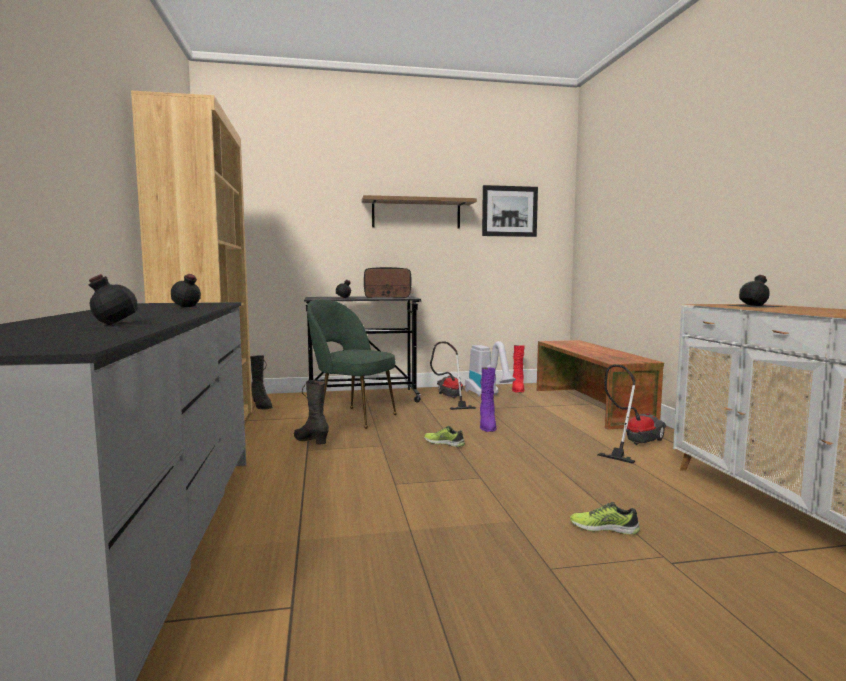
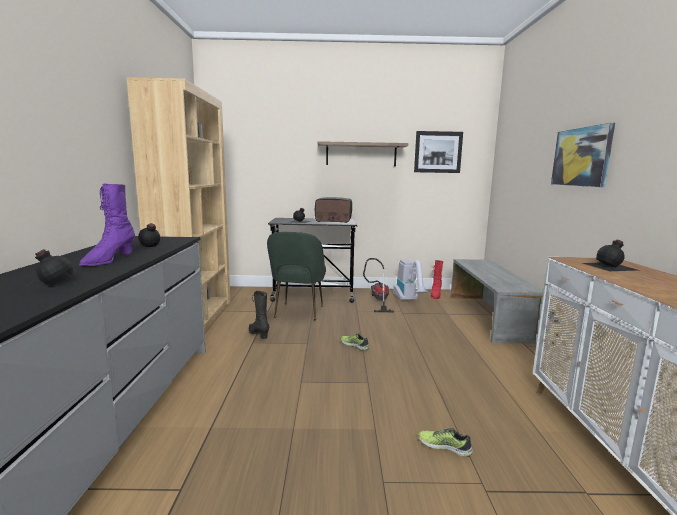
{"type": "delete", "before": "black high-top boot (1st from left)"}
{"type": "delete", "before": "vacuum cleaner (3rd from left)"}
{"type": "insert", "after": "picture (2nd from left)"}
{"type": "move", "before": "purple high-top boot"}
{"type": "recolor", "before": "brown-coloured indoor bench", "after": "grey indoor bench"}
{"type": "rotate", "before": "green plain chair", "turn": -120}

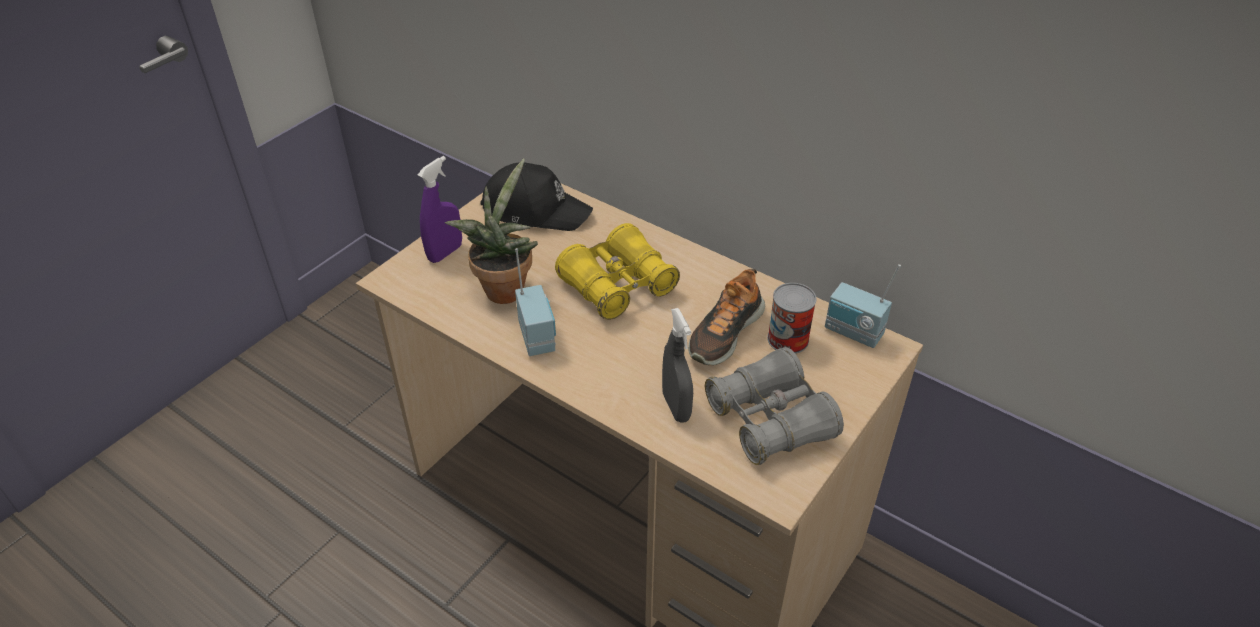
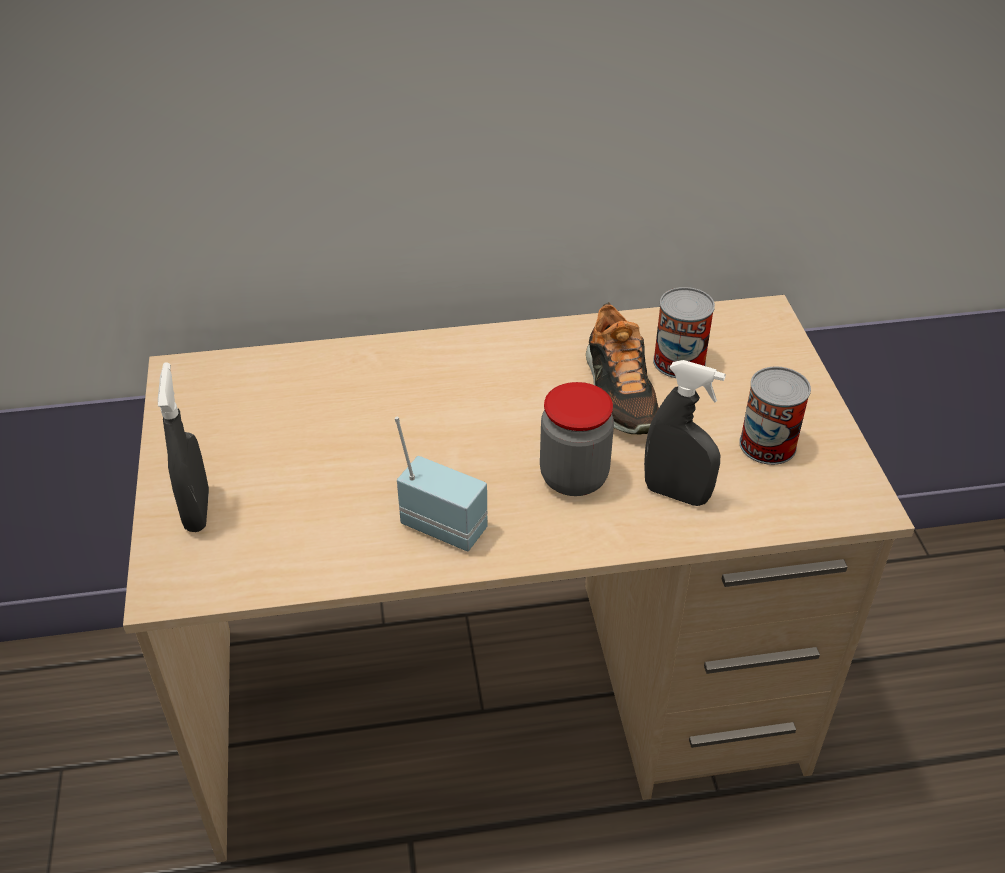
{"type": "delete", "before": "plant in a pot"}
{"type": "delete", "before": "black peaked cap"}
{"type": "delete", "before": "yellow field glasses"}
{"type": "delete", "before": "radio receiver (2nd from left)"}
{"type": "insert", "after": "storage jar"}
{"type": "replace", "before": "grey field glasses", "after": "metal can (2nd from left)"}
{"type": "recolor", "before": "purple spray bottle", "after": "grey spray bottle (1st from left)"}

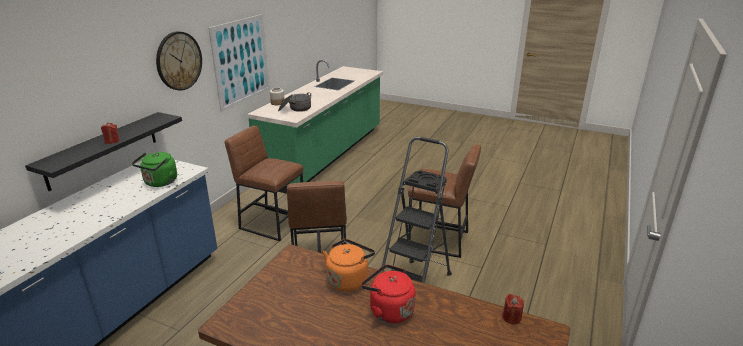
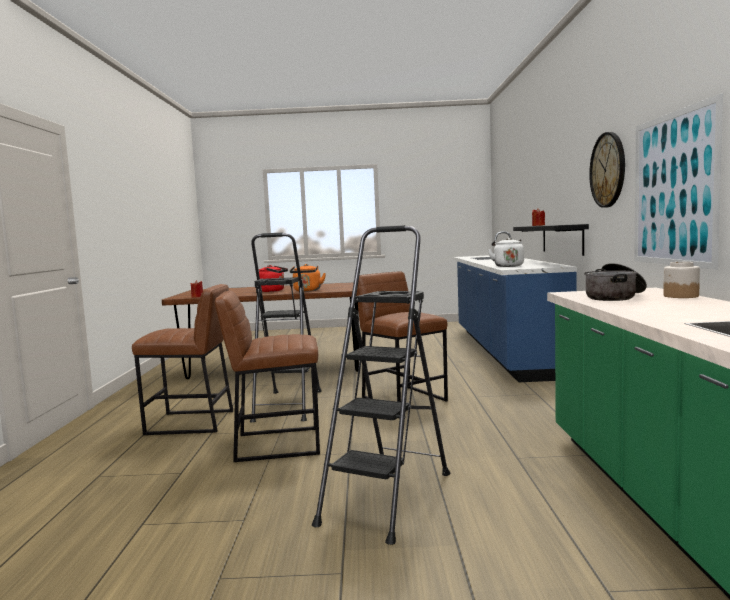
{"type": "insert", "after": "step ladder (2nd from left)"}
{"type": "move", "before": "brown-coloured plain chair (1st from left)"}
{"type": "recolor", "before": "green kettle", "after": "white-coloured kettle"}

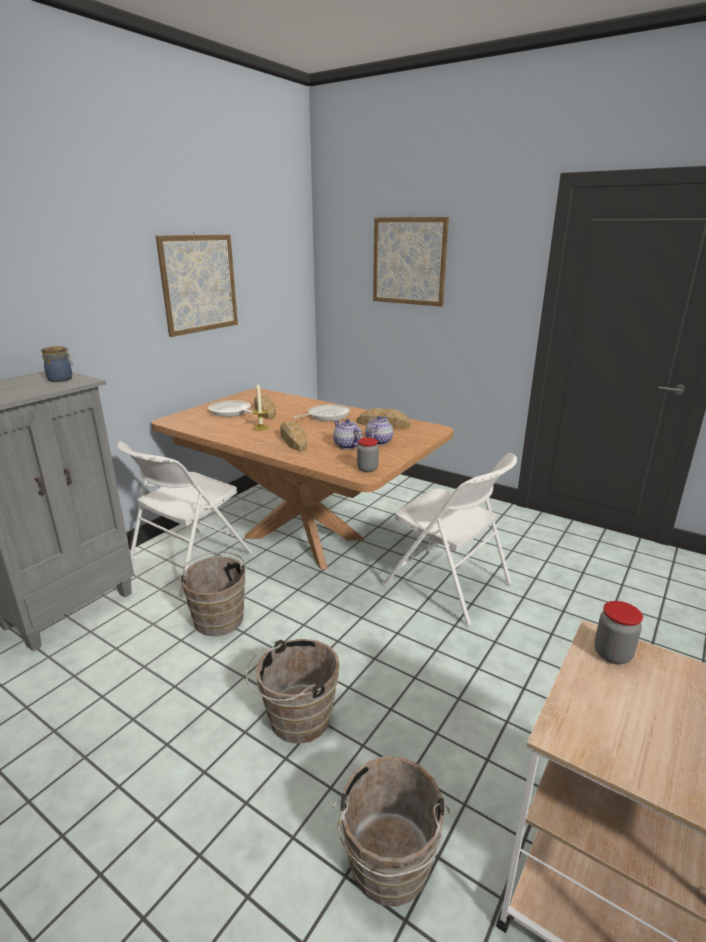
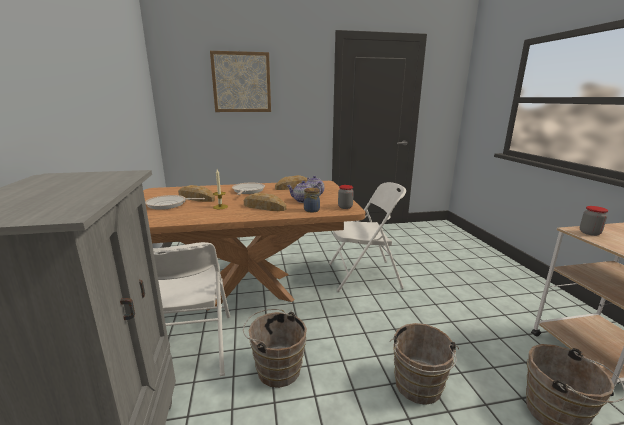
{"type": "delete", "before": "picture (1st from left)"}
{"type": "move", "before": "storage jar (1st from left)"}

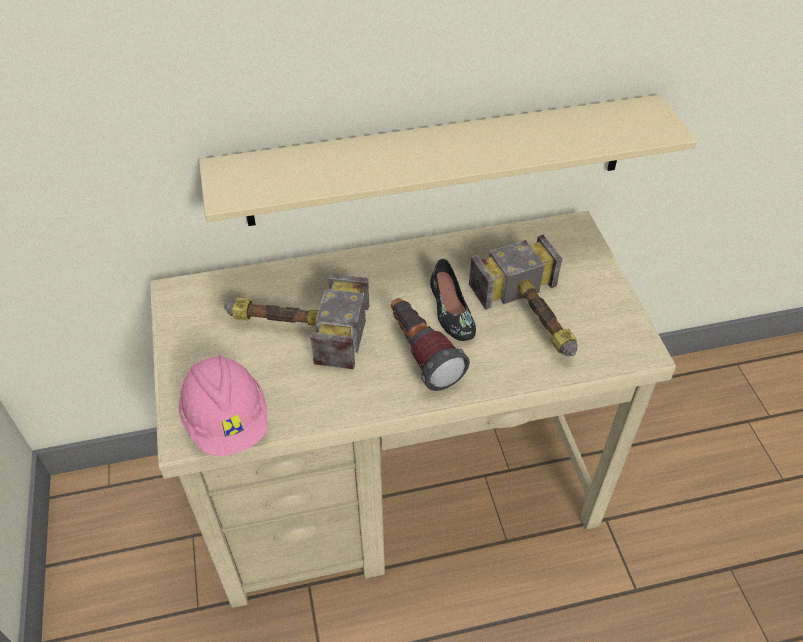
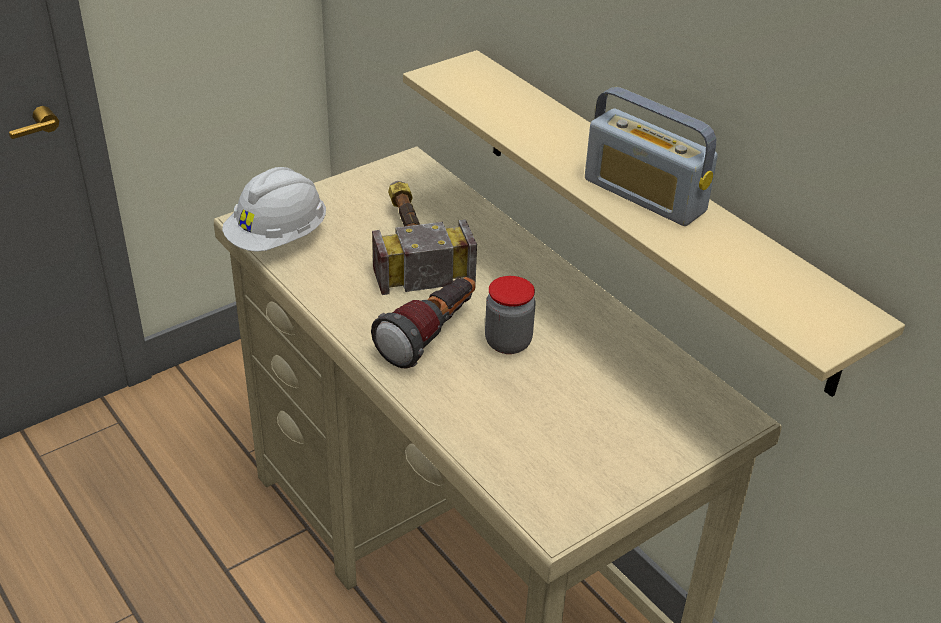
{"type": "delete", "before": "hand hammer (2nd from left)"}
{"type": "insert", "after": "radio receiver"}
{"type": "replace", "before": "black item of footwear", "after": "storage jar"}
{"type": "recolor", "before": "pink hard hat", "after": "white-coloured hard hat"}

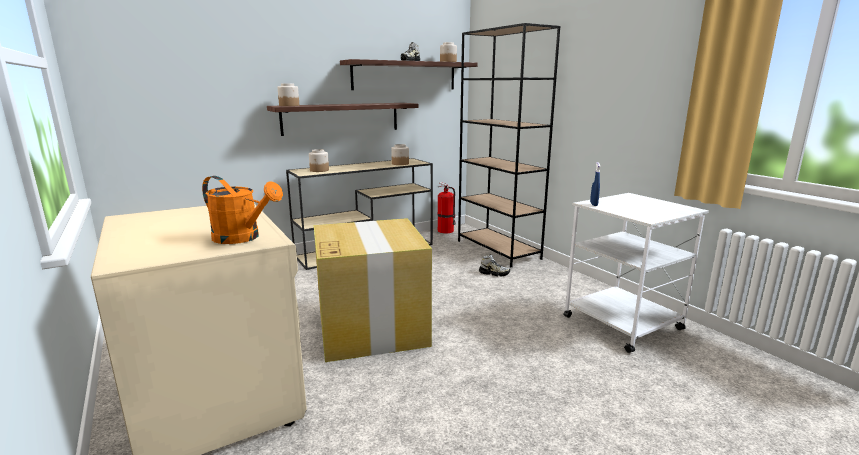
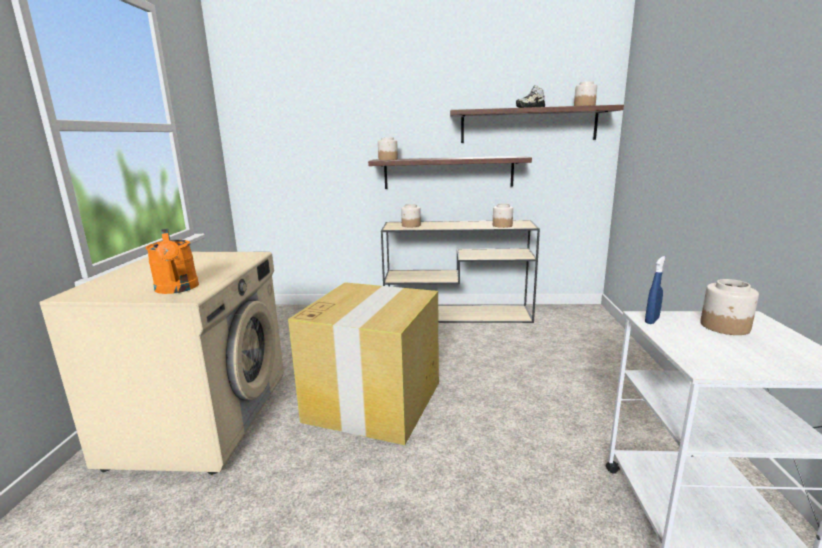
{"type": "delete", "before": "fire-fighting cylinder"}
{"type": "delete", "before": "sand-coloured bookcase"}
{"type": "delete", "before": "item of footwear (2nd from left)"}
{"type": "insert", "after": "storage jar (5th from left)"}

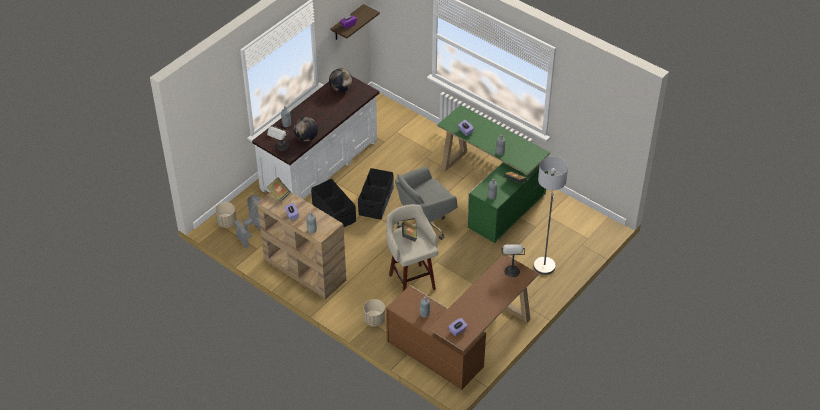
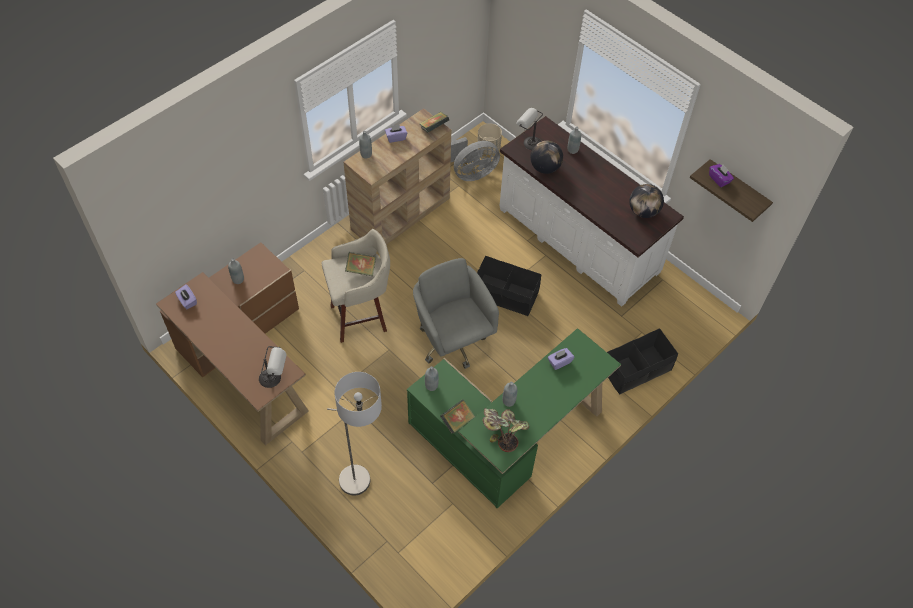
{"type": "delete", "before": "sand-coloured flower pot (2nd from left)"}
{"type": "insert", "after": "plant in a pot"}
{"type": "move", "before": "black storage bin (1st from left in the first image)", "after": "black storage bin (2nd from left)"}

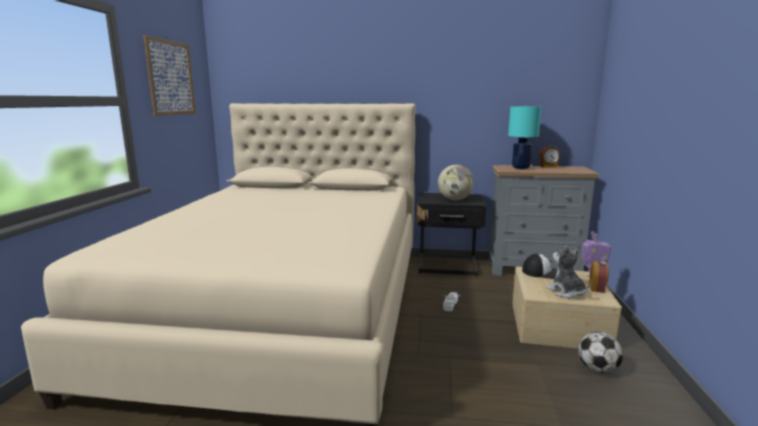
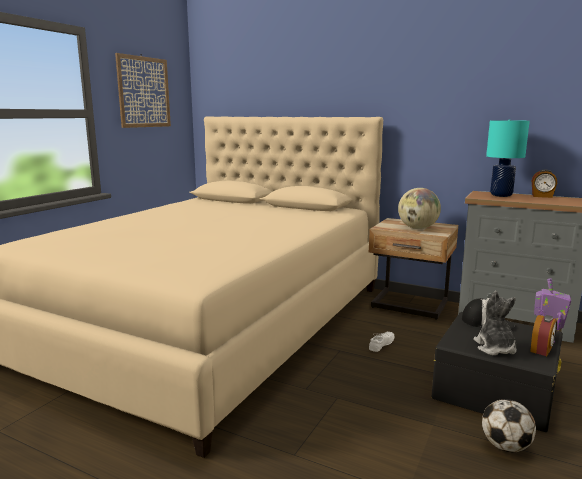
{"type": "recolor", "before": "black bedside table", "after": "sand-coloured bedside table"}
{"type": "recolor", "before": "sand-coloured storage bin", "after": "black storage bin"}

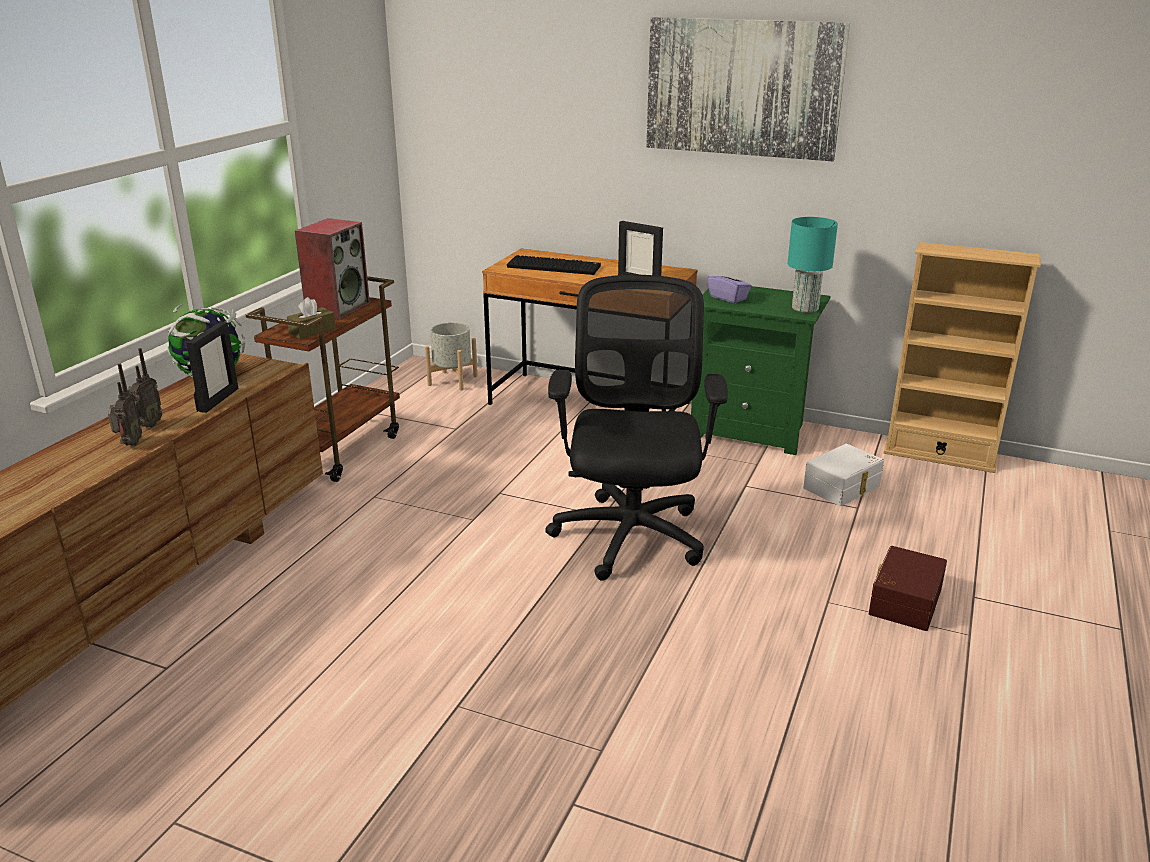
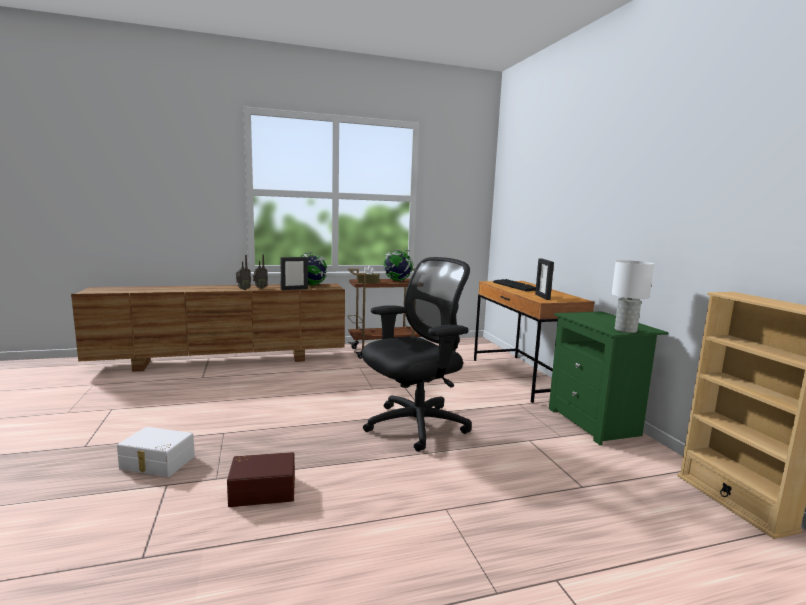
{"type": "delete", "before": "grey flower pot"}
{"type": "delete", "before": "picture"}
{"type": "delete", "before": "purple tissue holder"}
{"type": "move", "before": "white-coloured storage bin"}
{"type": "move", "before": "brown-coloured storage bin"}
{"type": "replace", "before": "loudspeaker", "after": "world globe (2nd from left)"}
{"type": "recolor", "before": "turquoise-coloured tabletop lamp", "after": "white-coloured tabletop lamp"}

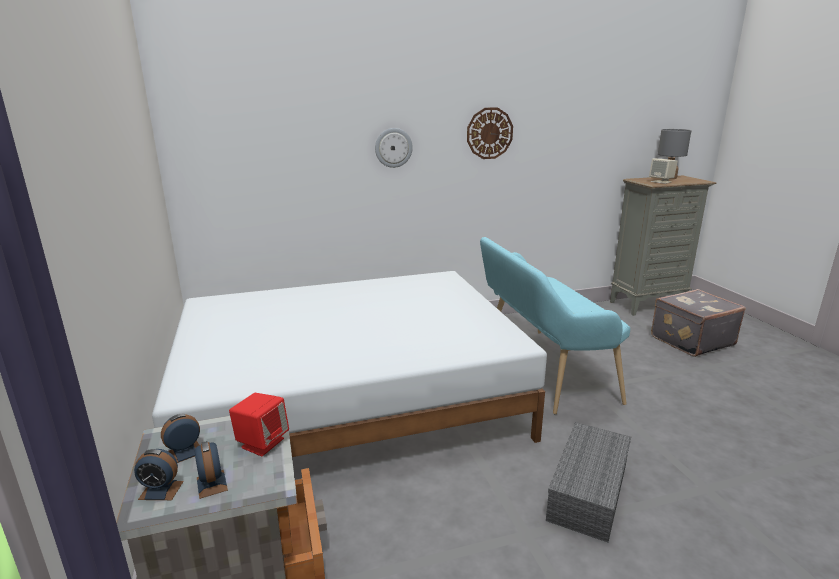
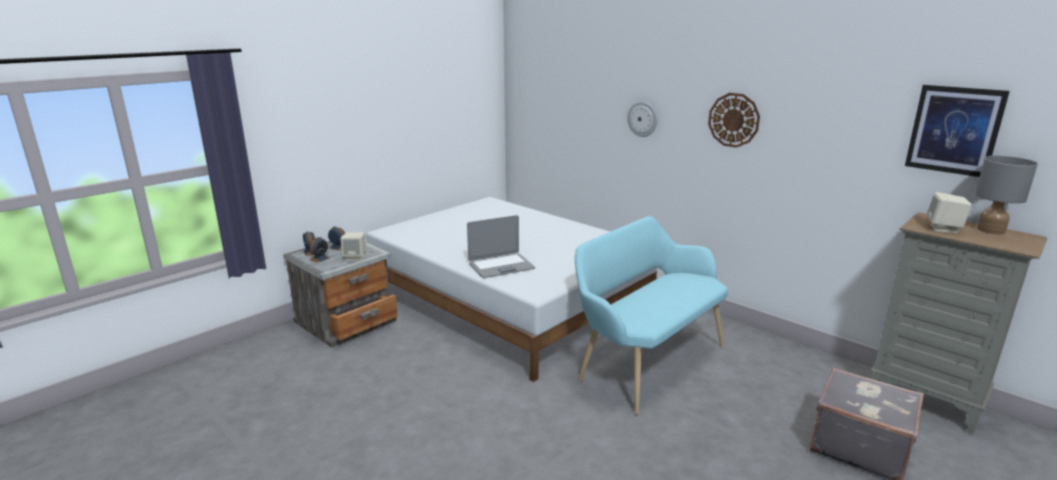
{"type": "delete", "before": "grey storage bin"}
{"type": "insert", "after": "portable computer"}
{"type": "insert", "after": "picture"}
{"type": "recolor", "before": "red loudspeaker", "after": "sand-coloured loudspeaker (1st from left)"}

